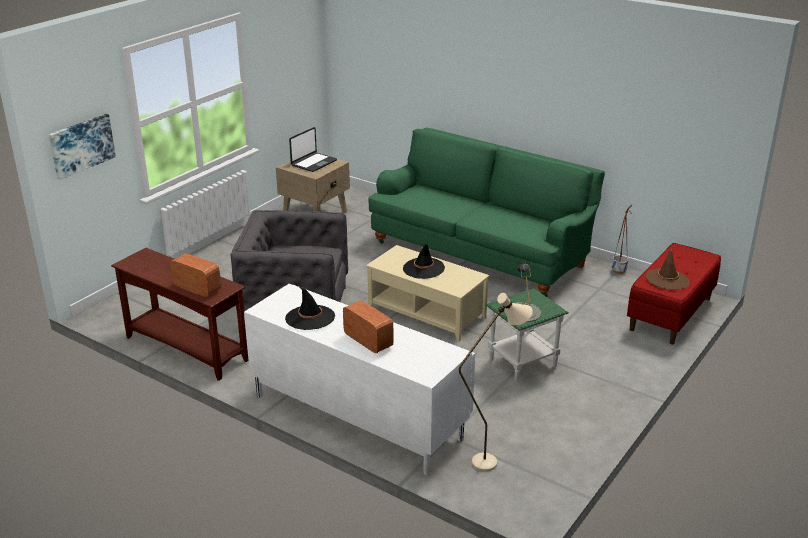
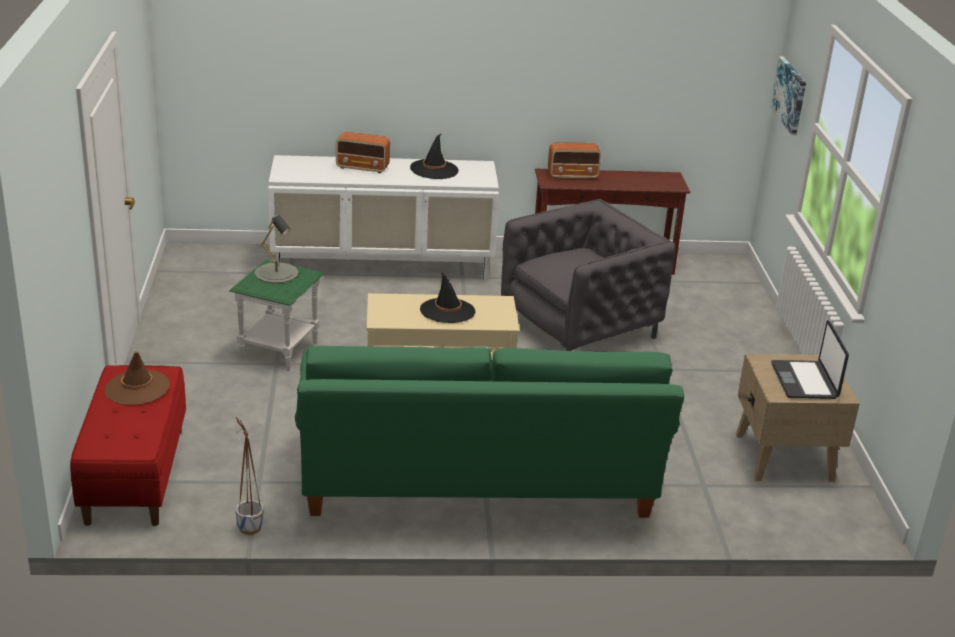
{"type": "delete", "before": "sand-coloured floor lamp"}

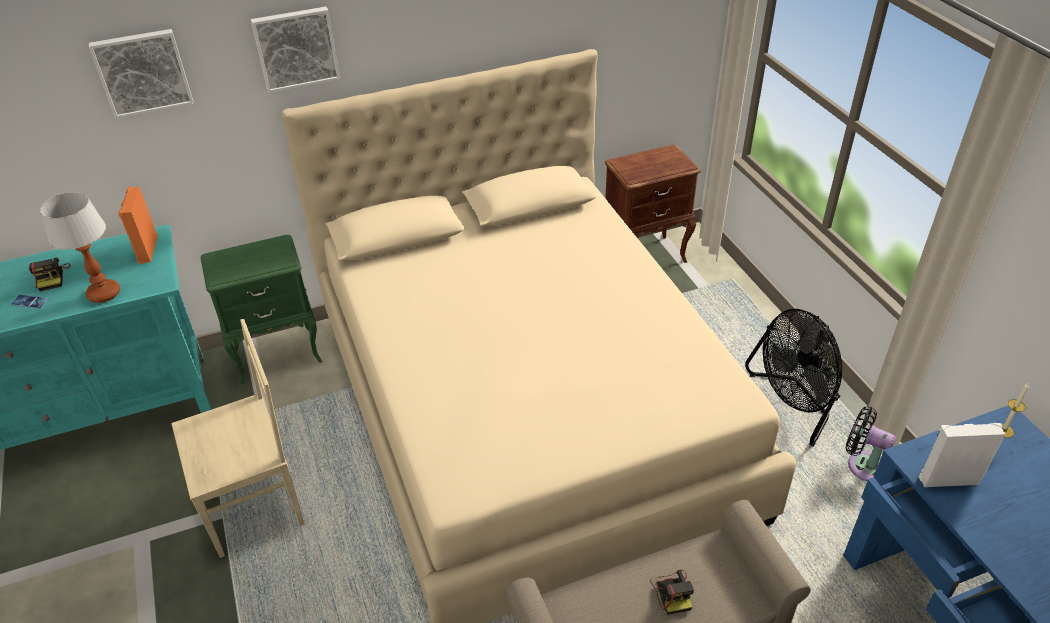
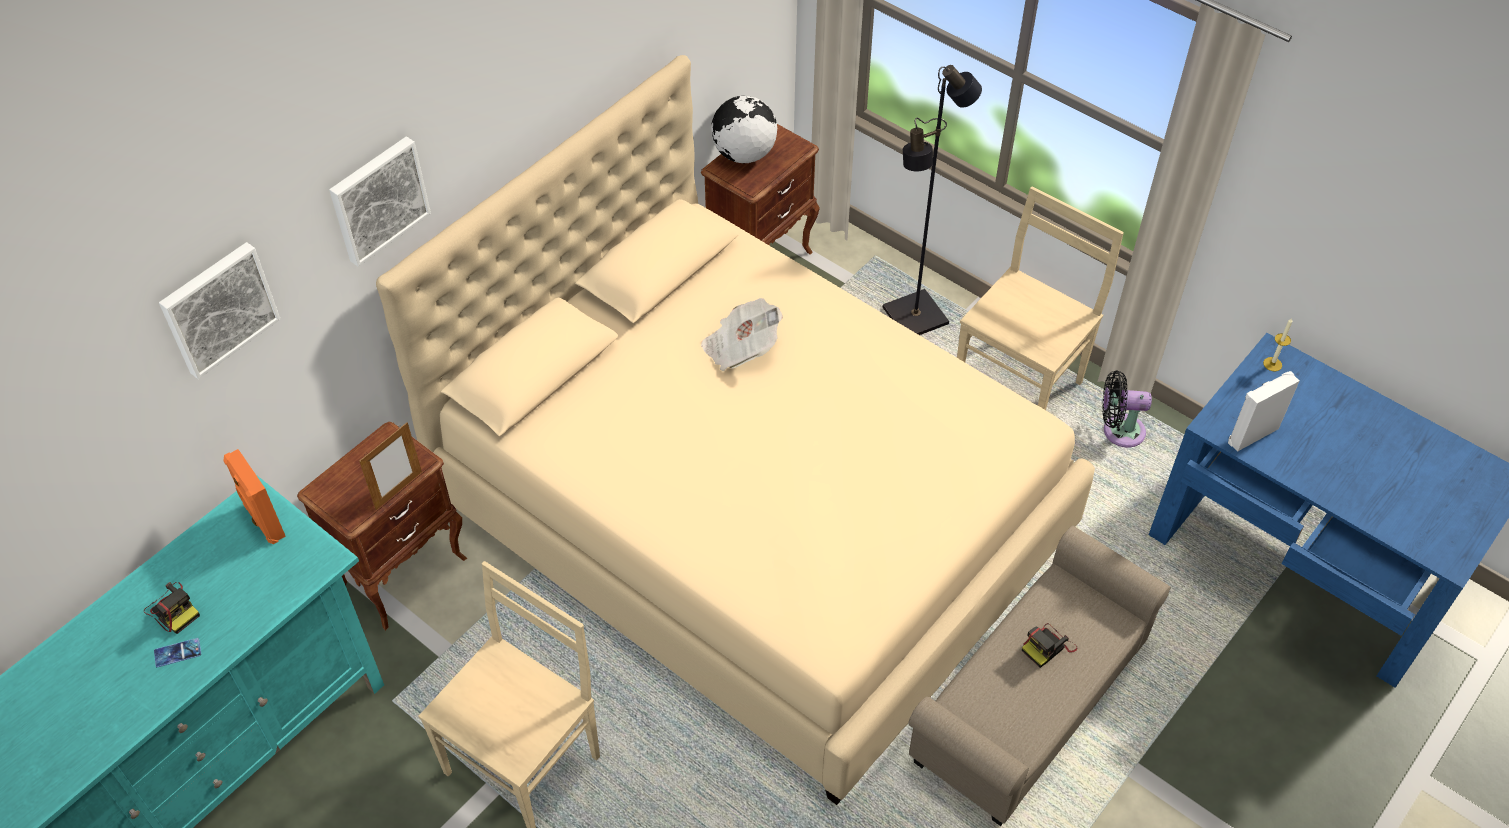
{"type": "delete", "before": "tabletop lamp"}
{"type": "insert", "after": "standing frame"}
{"type": "insert", "after": "newspaper"}
{"type": "insert", "after": "world globe"}
{"type": "insert", "after": "black floor lamp"}
{"type": "replace", "before": "black electric fan (1st from left)", "after": "sand-coloured plain chair (2nd from left)"}
{"type": "recolor", "before": "green bedside table", "after": "brown-coloured bedside table (1st from left)"}
{"type": "rotate", "before": "photo camera (2nd from left)", "turn": 90}

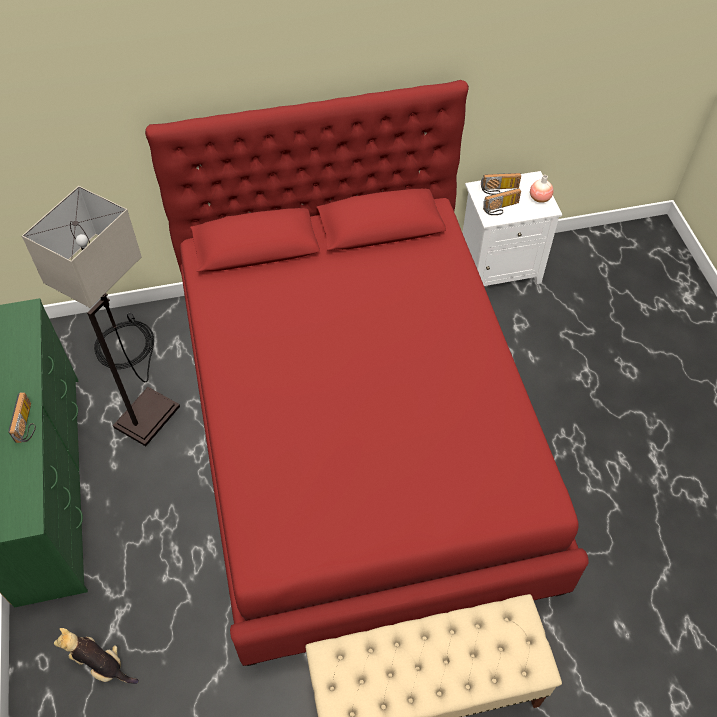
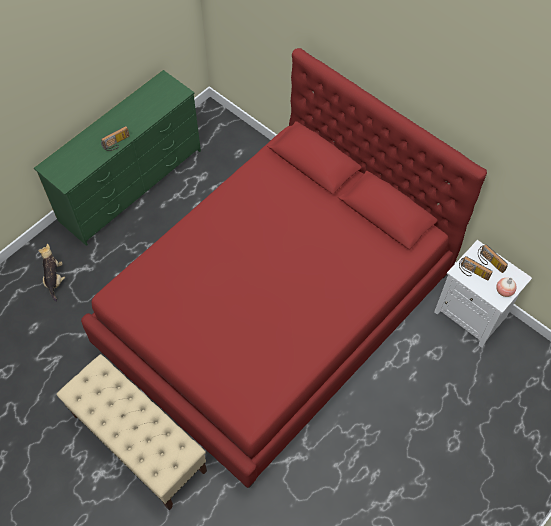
{"type": "delete", "before": "floor lamp"}

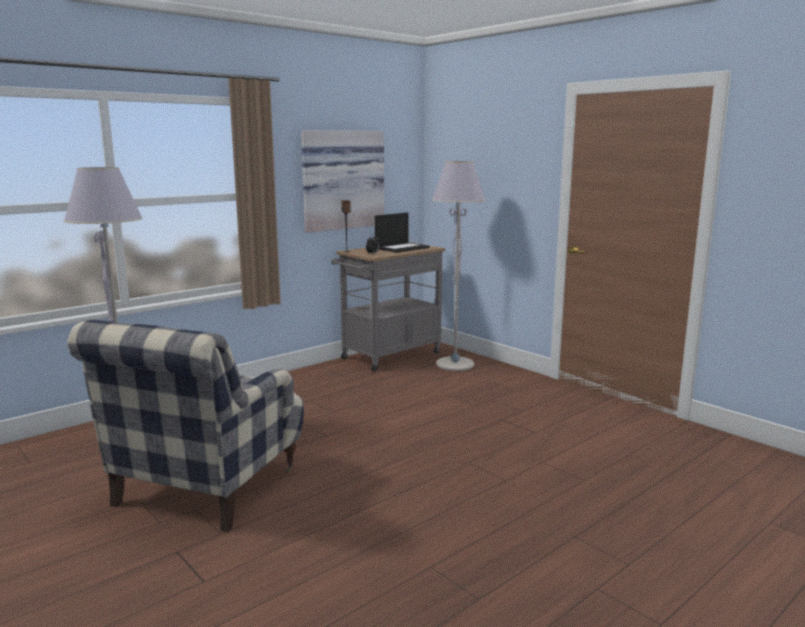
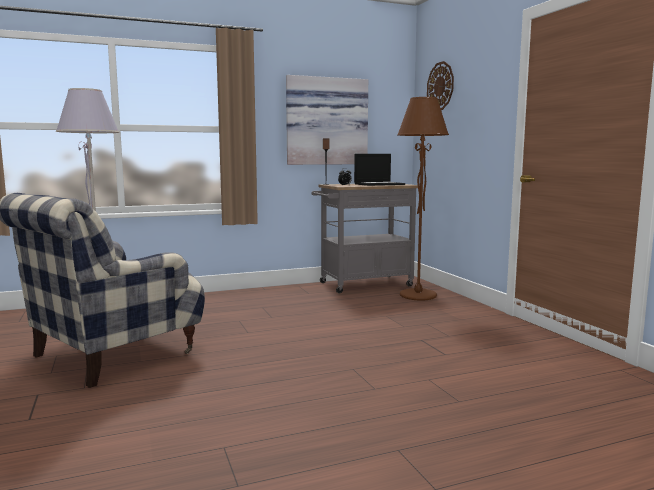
{"type": "insert", "after": "clock on the wall"}
{"type": "recolor", "before": "grey floor lamp (2nd from left)", "after": "brown-coloured floor lamp"}

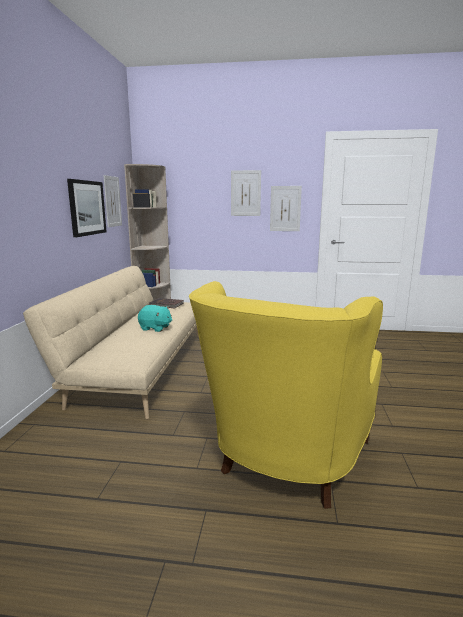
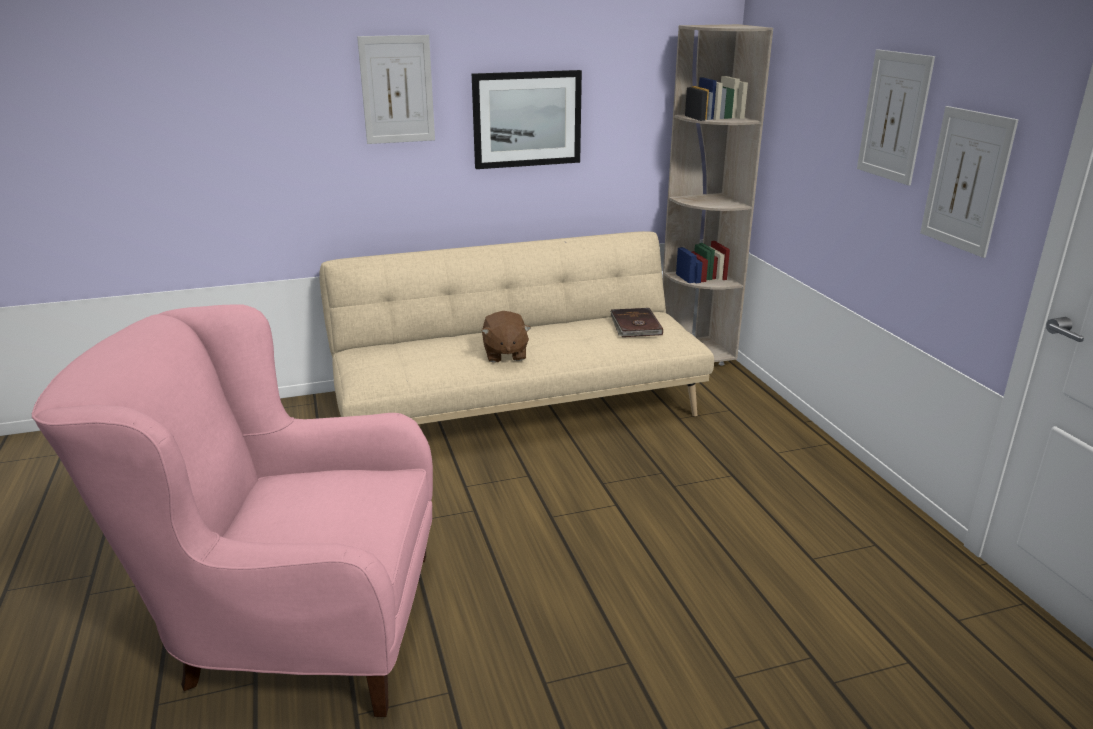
{"type": "move", "before": "picture (2nd from left in the first image)", "after": "picture (1st from left)"}
{"type": "recolor", "before": "turquoise-coloured soft toy", "after": "brown-coloured soft toy"}
{"type": "recolor", "before": "yellow lounge chair", "after": "pink lounge chair"}

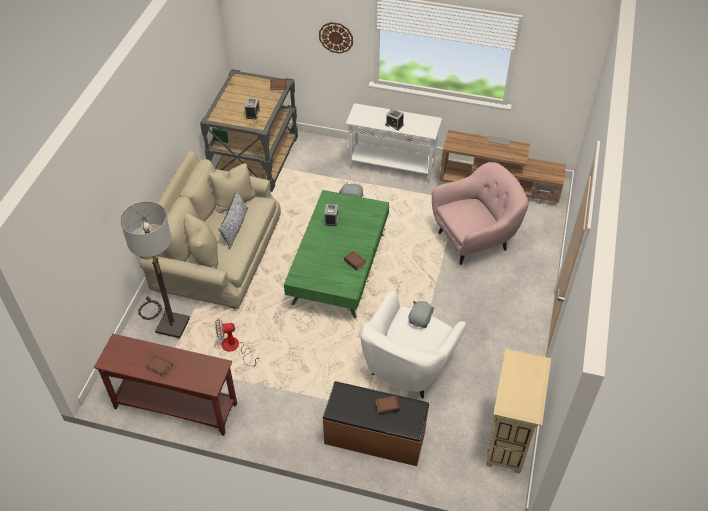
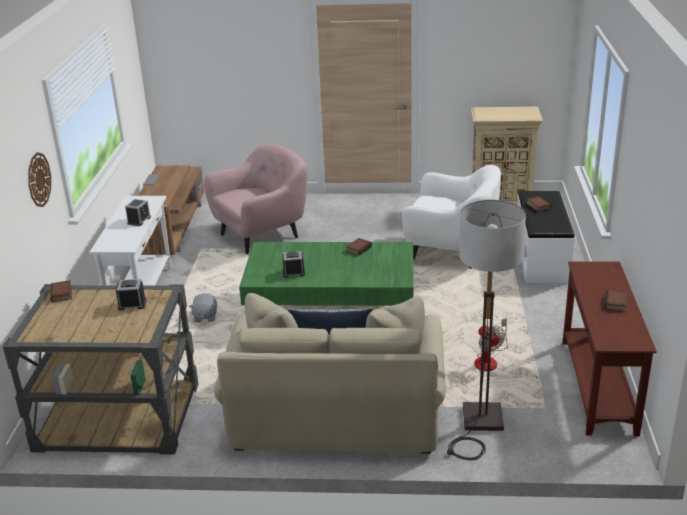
{"type": "delete", "before": "grey soft toy (2nd from left)"}
{"type": "recolor", "before": "brown-coloured indoor bench", "after": "white-coloured indoor bench"}
{"type": "rotate", "before": "pink lounge chair", "turn": 90}

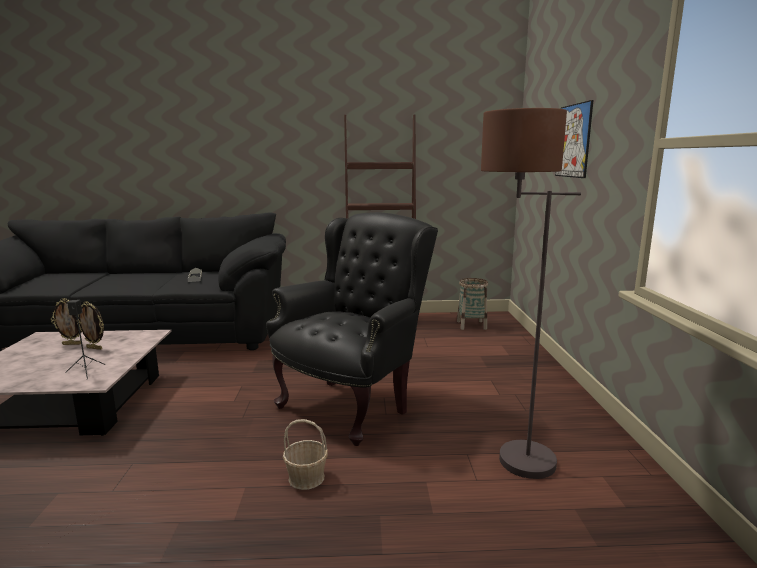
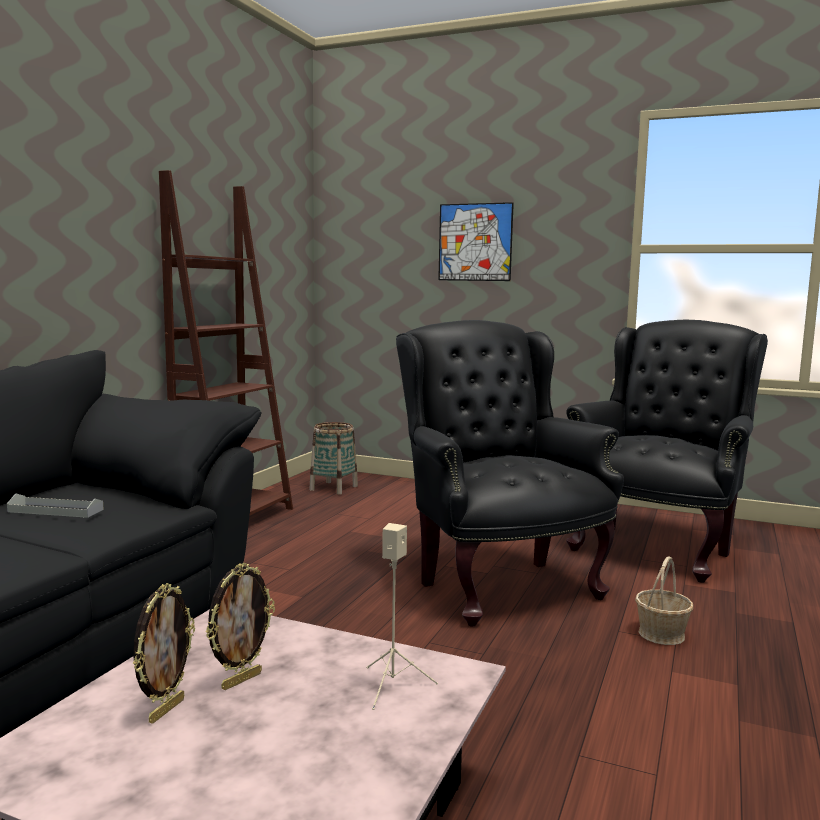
{"type": "replace", "before": "brown-coloured floor lamp", "after": "black lounge chair (2nd from left)"}
{"type": "recolor", "before": "black loudspeaker", "after": "sand-coloured loudspeaker"}

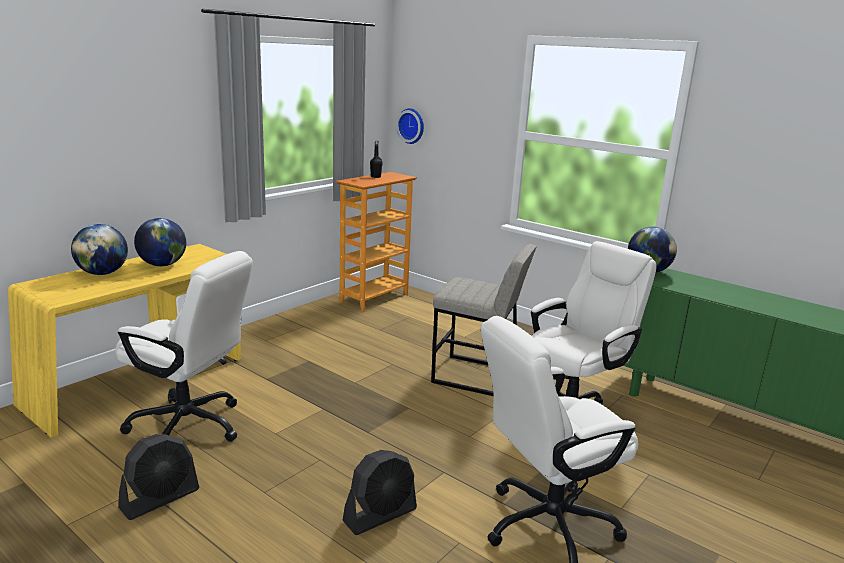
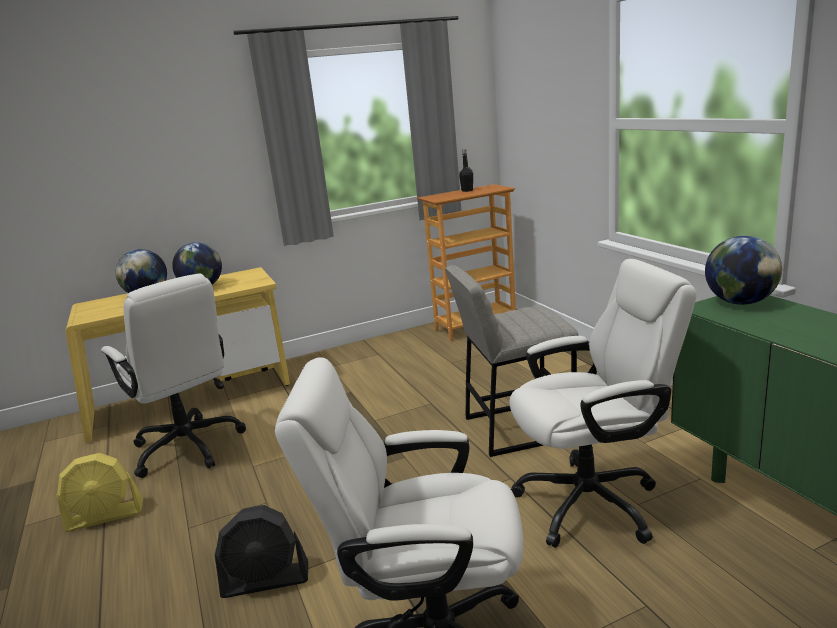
{"type": "delete", "before": "clock on the wall"}
{"type": "recolor", "before": "black electric fan (1st from left)", "after": "yellow electric fan"}
{"type": "rotate", "before": "grey plain chair", "turn": 120}

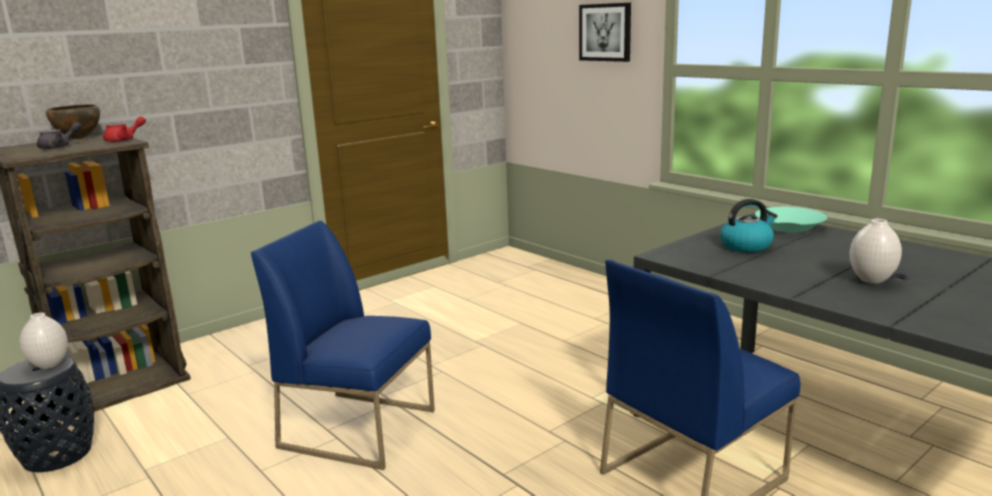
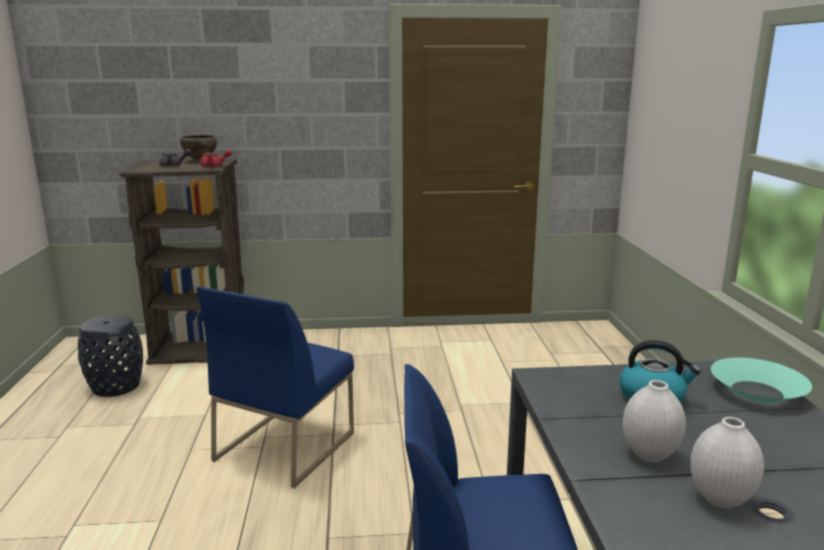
{"type": "delete", "before": "picture"}
{"type": "move", "before": "white-coloured decorative vase (1st from left)"}
{"type": "rotate", "before": "blue plain chair (1st from left)", "turn": -120}

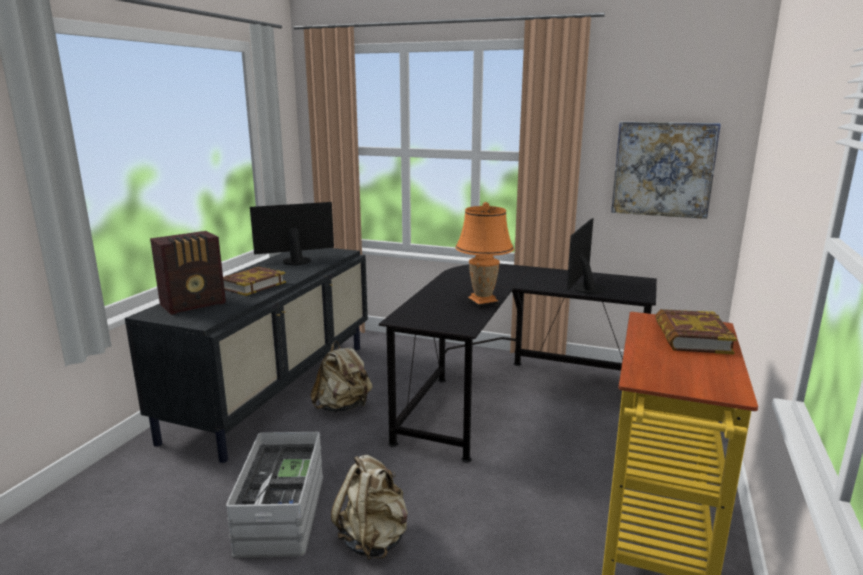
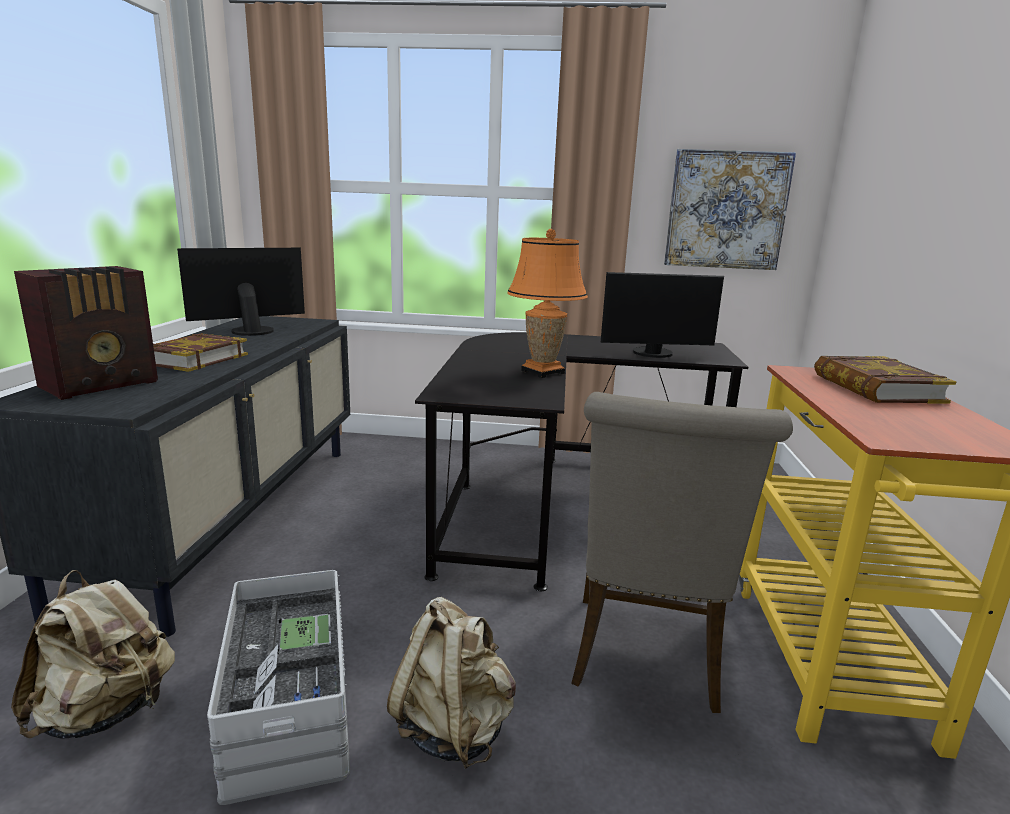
{"type": "insert", "after": "sand-coloured plain chair"}
{"type": "move", "before": "sand-coloured backpack (1st from left)"}
{"type": "rotate", "before": "monitor (2nd from left)", "turn": -105}

